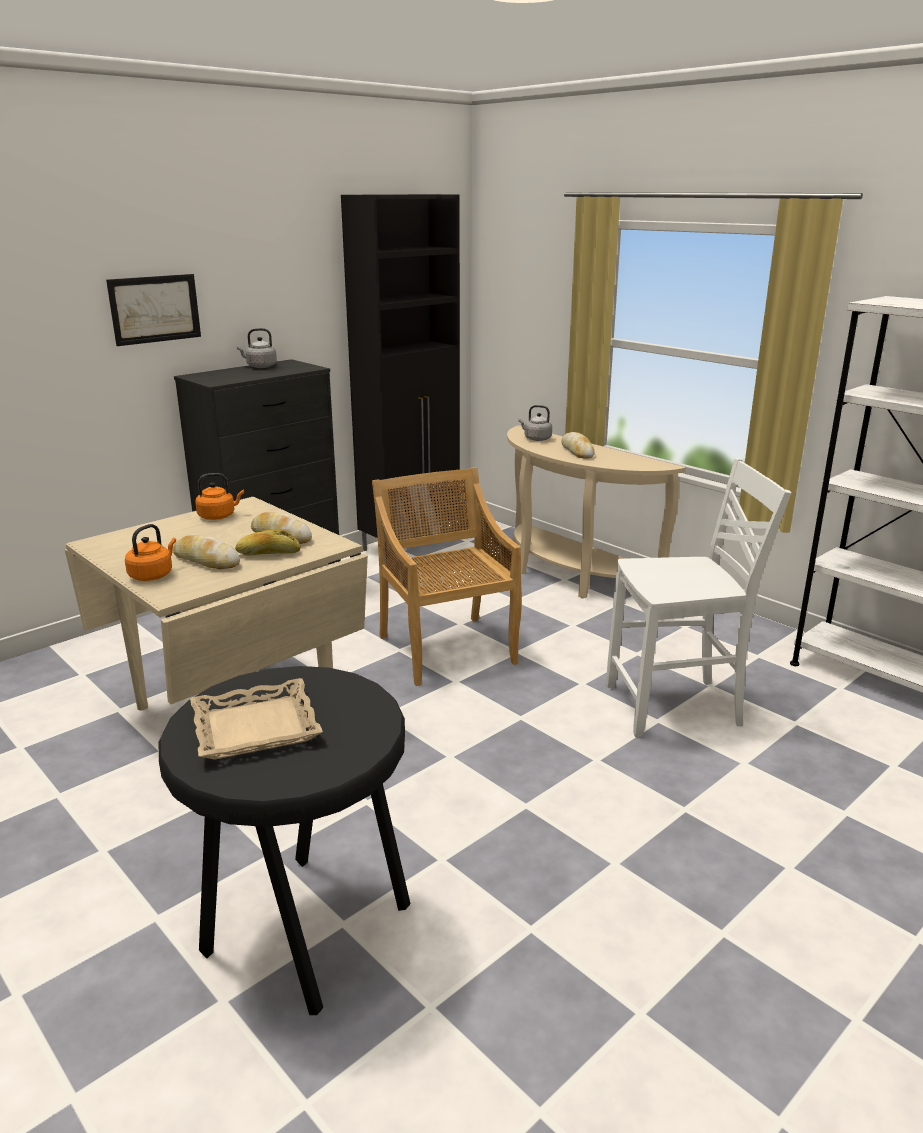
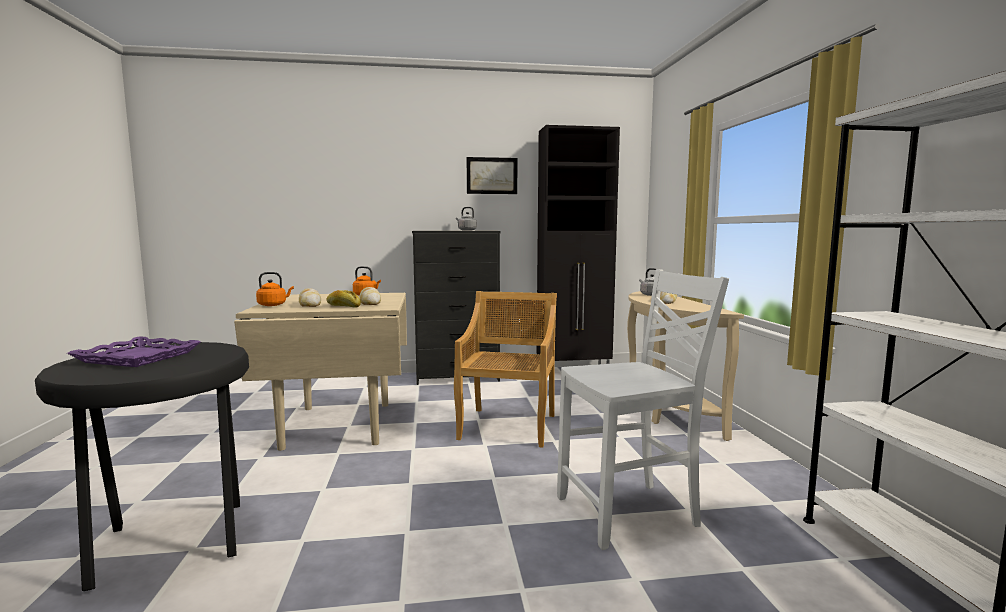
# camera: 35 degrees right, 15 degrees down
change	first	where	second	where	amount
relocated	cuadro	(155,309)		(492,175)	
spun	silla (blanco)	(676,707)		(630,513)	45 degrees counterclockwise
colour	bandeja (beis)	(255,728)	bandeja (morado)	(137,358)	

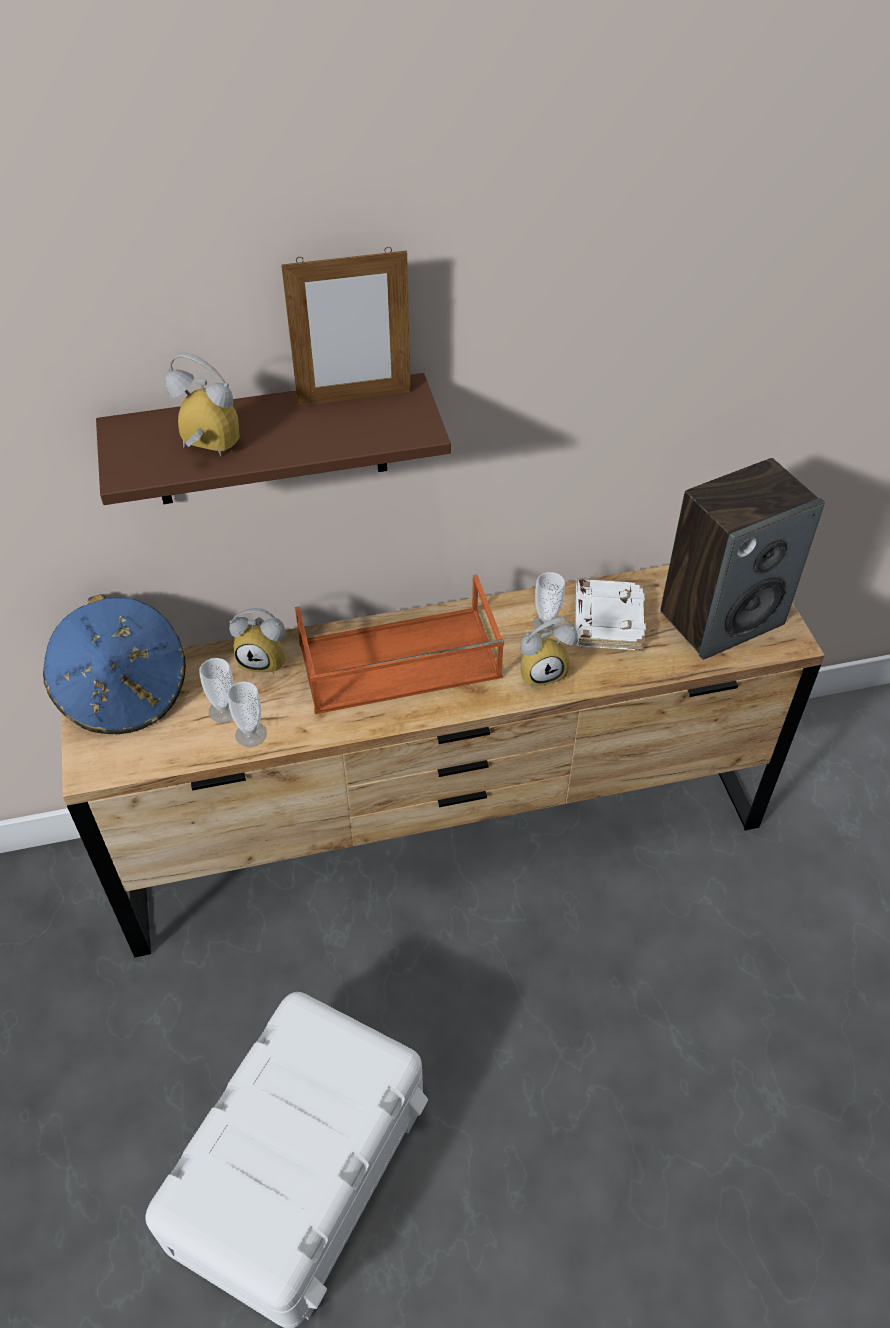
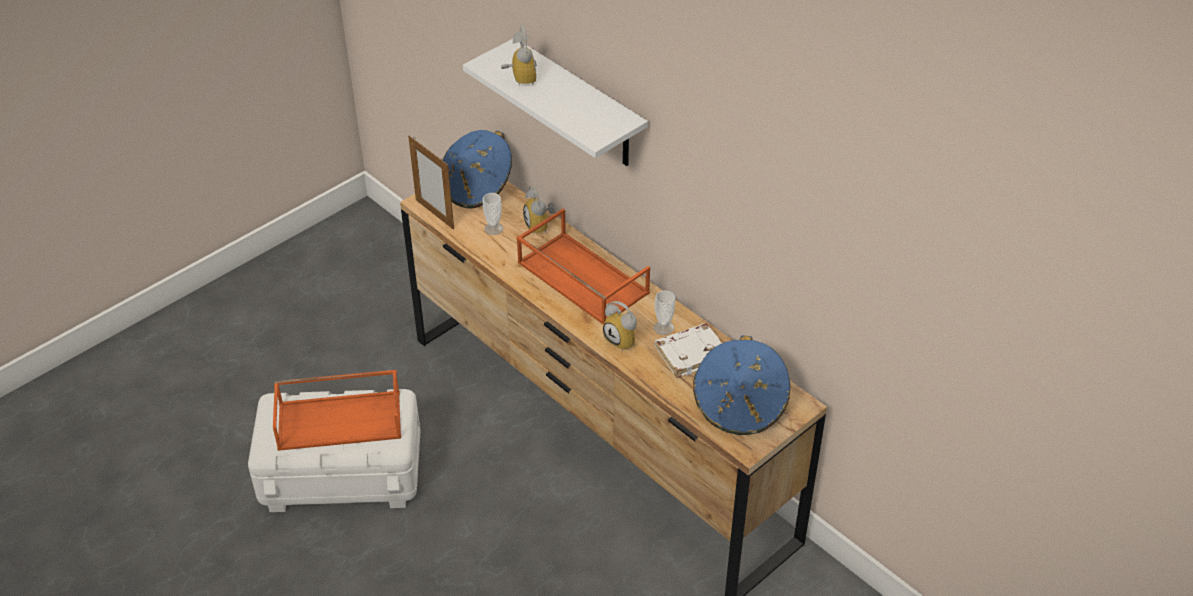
# camera: 60 degrees right, 5 degrees down
change	first	where	second	where	amount
relocated	portarretratos	(354,398)		(434,214)	
colour	estante (marrón)	(270,441)	estante (blanco)	(579,105)	
exchanged	altavoz	(722,617)	sombrero (azul)	(740,406)	
missing	taza	(251,734)			
appeared			bandeja (naranja)	(341,419)	

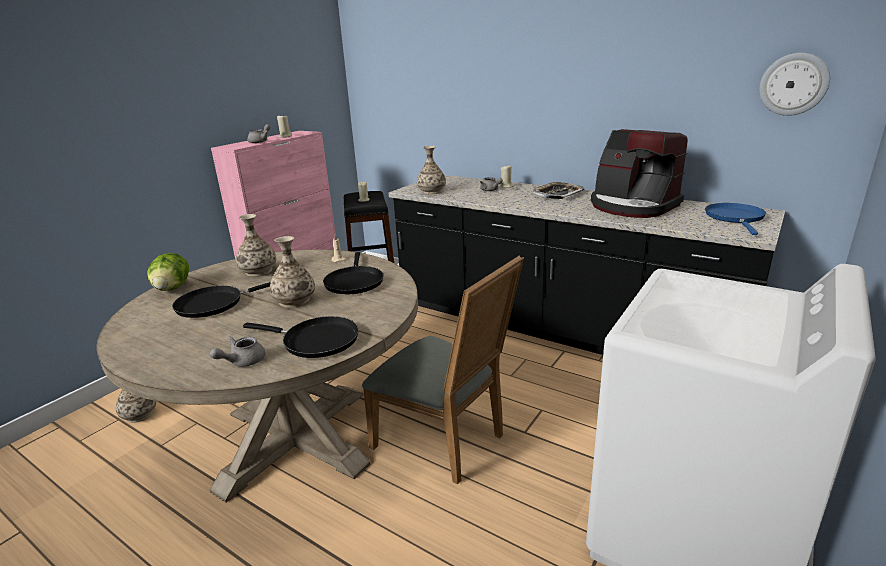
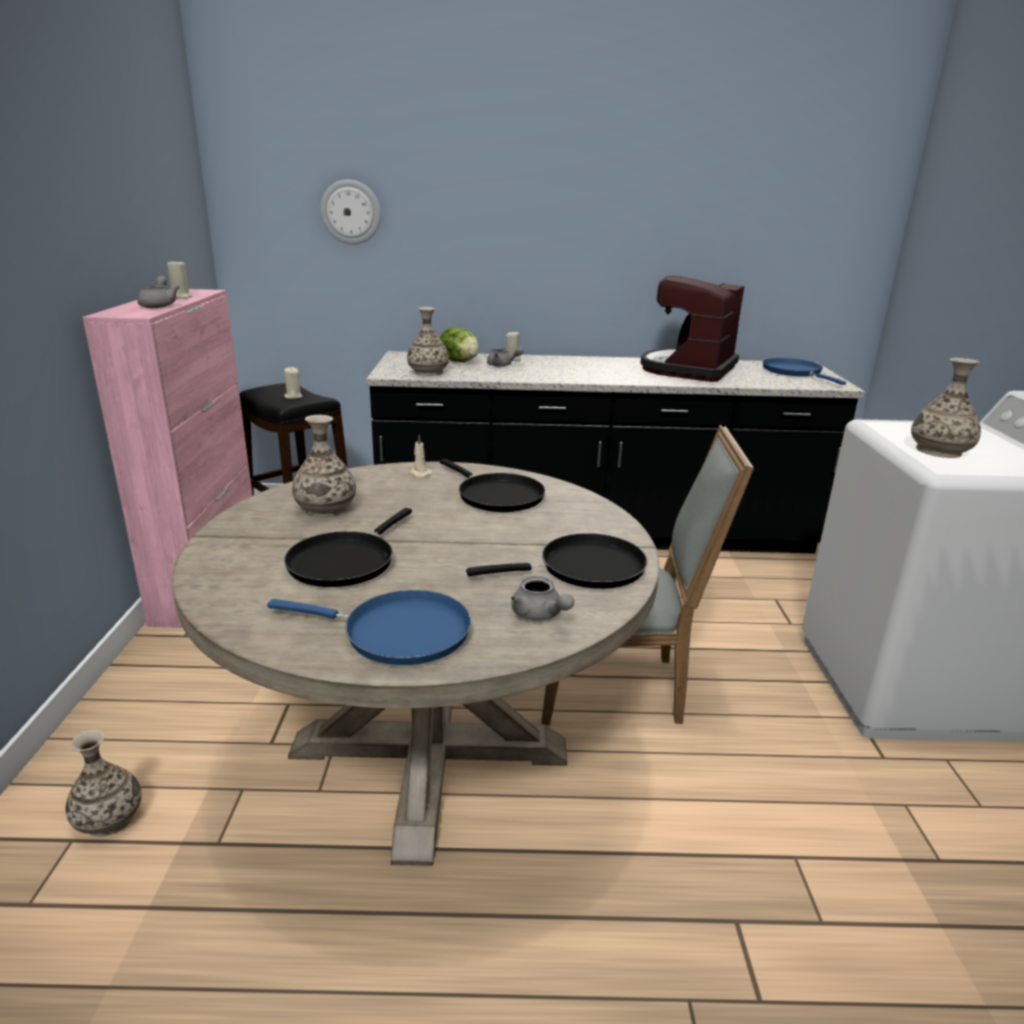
# camera: 35 degrees left, 0 degrees up
change	first	where	second	where	amount
relocated	reloj de pared	(793,84)		(351,212)	
spun	cafetera	(632,206)		(688,369)	105 degrees clockwise
missing	bandeja	(558,194)			
relocated	florero	(295,301)		(939,451)	
relocated	lechuga	(172,288)		(459,362)	
spun	tetera (gris)	(242,361)		(540,615)	45 degrees counterclockwise
appeared			sartén (azul)	(398,633)	

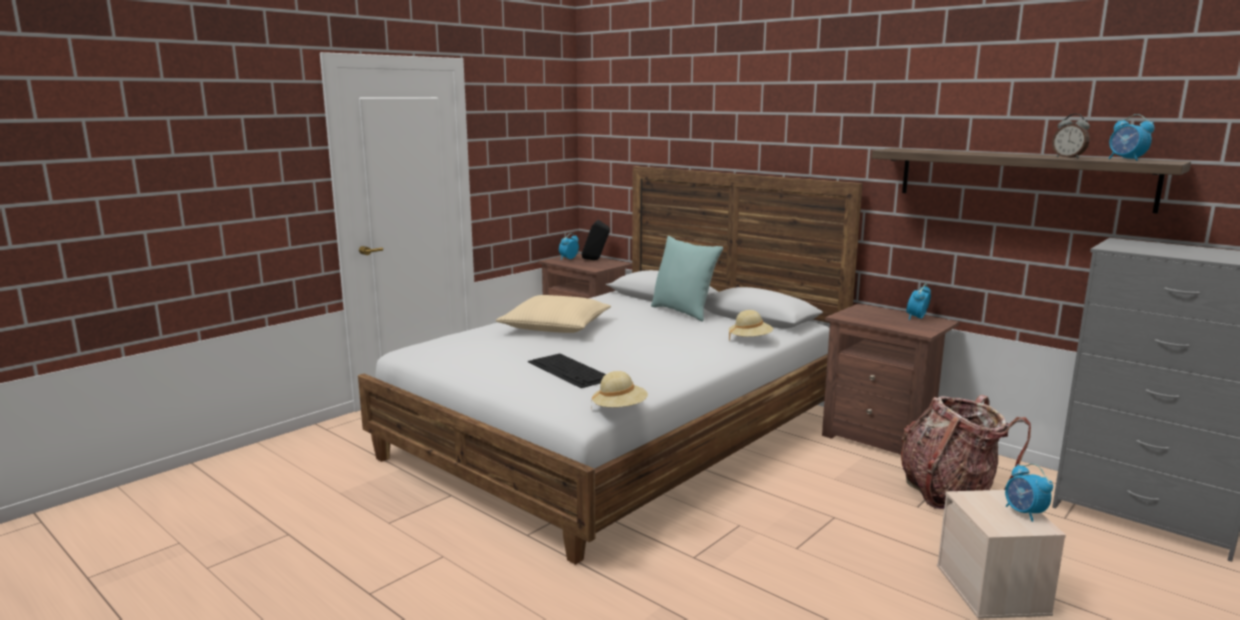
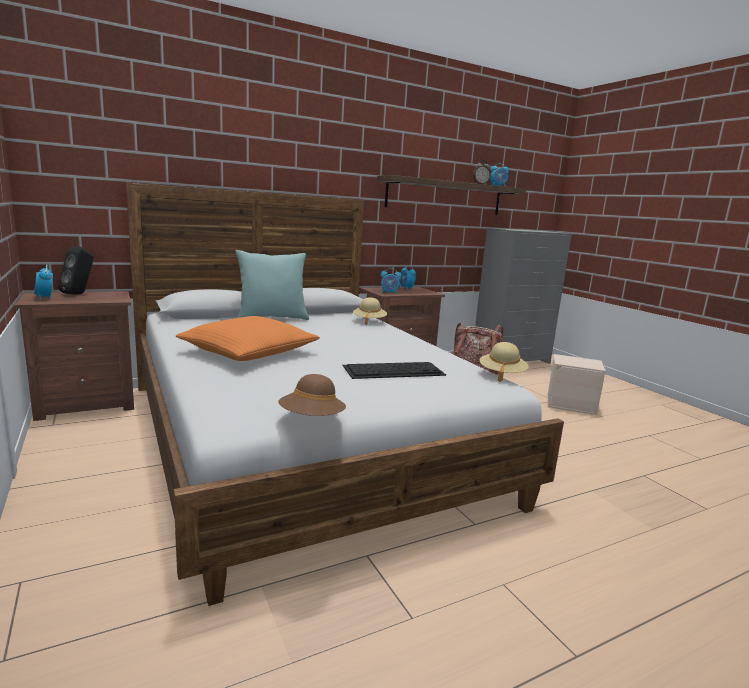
# camera: 70 degrees left, 0 degrees up
change	first	where	second	where	amount
colour	cojín (beis)	(555,326)	cojín (naranja)	(248,352)	
relocated	despertador	(1024,513)		(389,293)	
appeared			sombrero (marrón)	(312,419)	

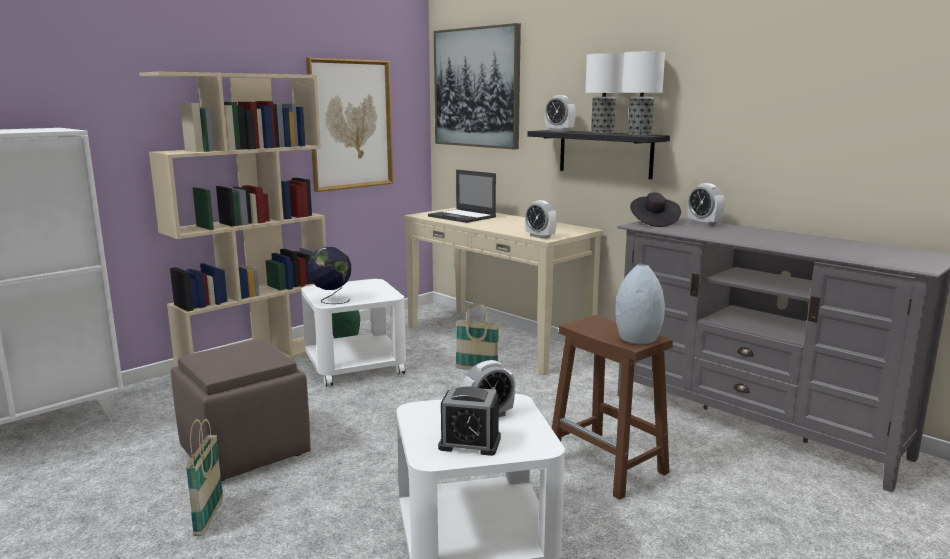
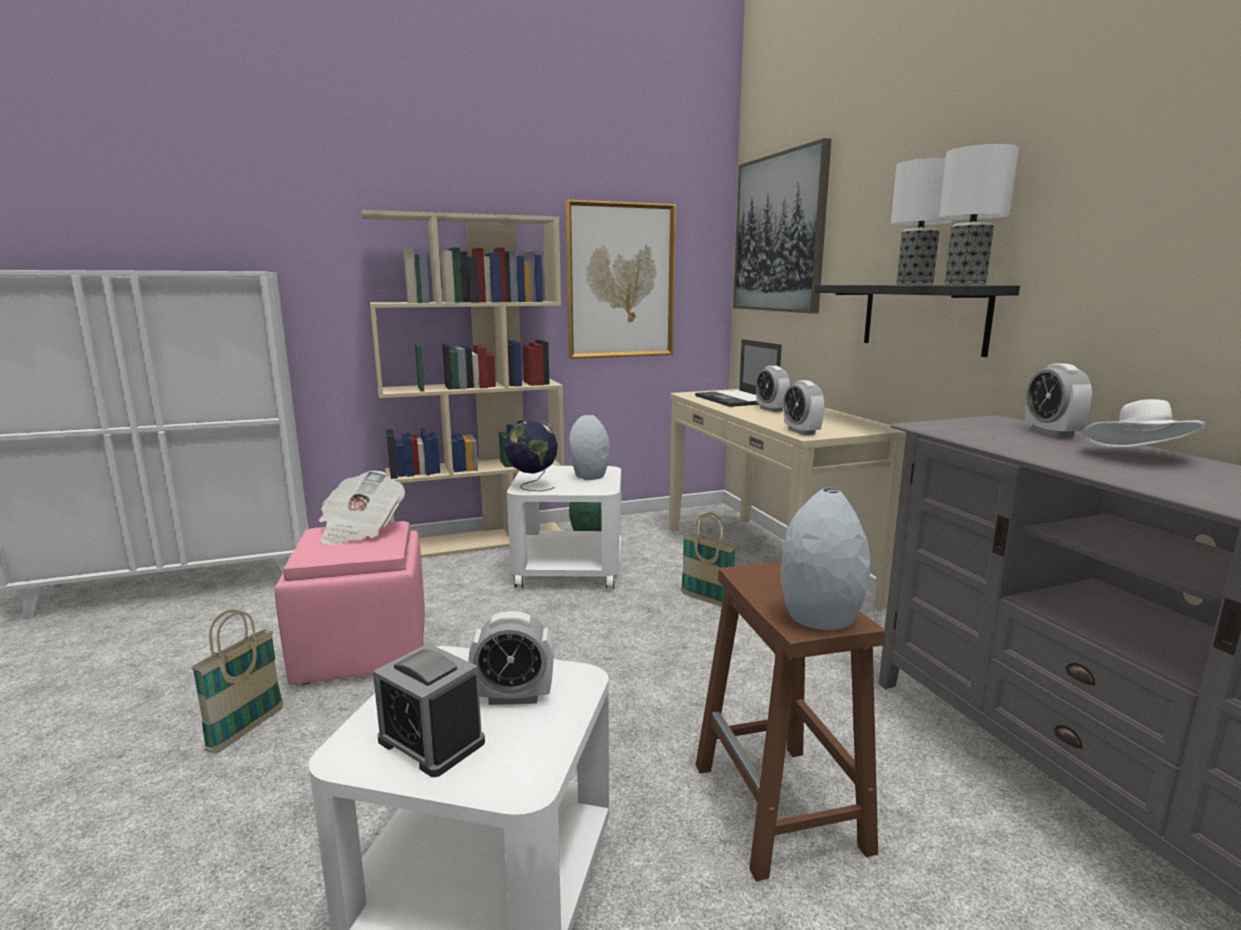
# camera: 25 degrees right, 0 degrees up
change	first	where	second	where	amount
relocated	despertador	(559,131)		(771,409)	
missing	sombrero (negro)	(653,222)			
colour	puf (marrón)	(245,450)	puf (rosa)	(364,649)	
appeared			sombrero (blanco)	(1139,457)	
appeared			florero (gris)	(589,477)	
appeared			periódico	(360,529)	

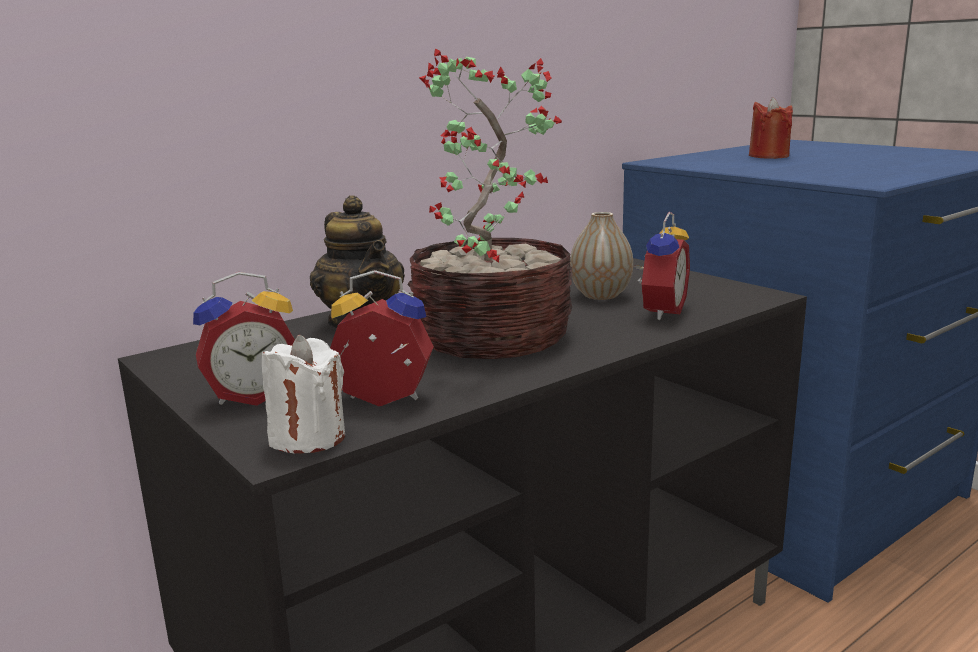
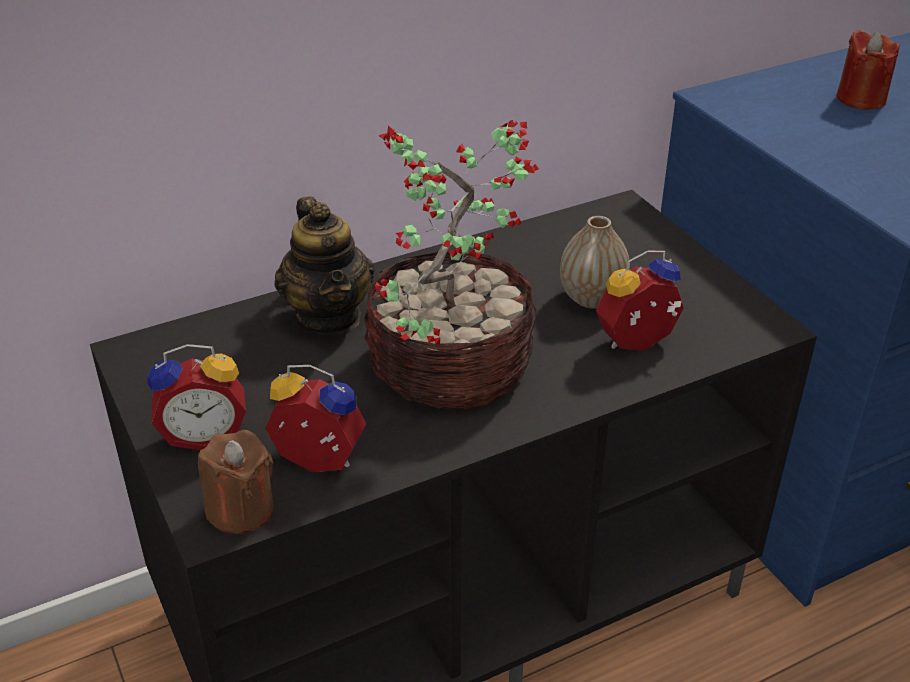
# camera: 10 degrees right, 20 degrees up
change	first	where	second	where	amount
spun	despertador	(659,312)		(639,345)	150 degrees counterclockwise
colour	vela (blanco)	(308,438)	vela (marrón)	(241,510)	

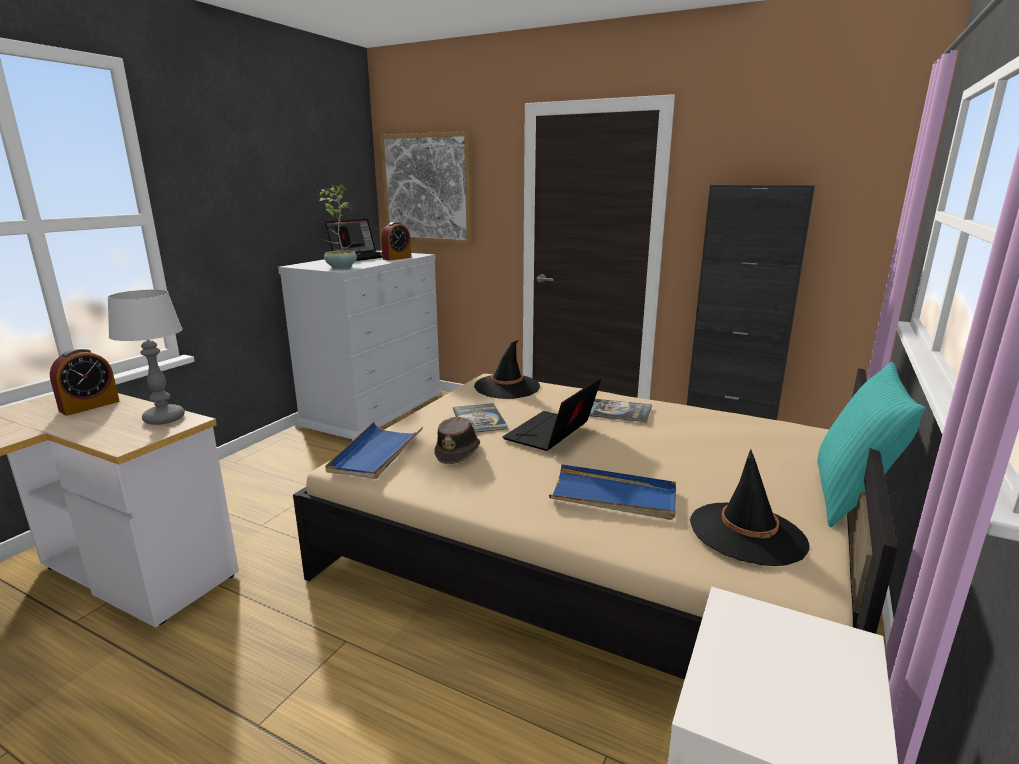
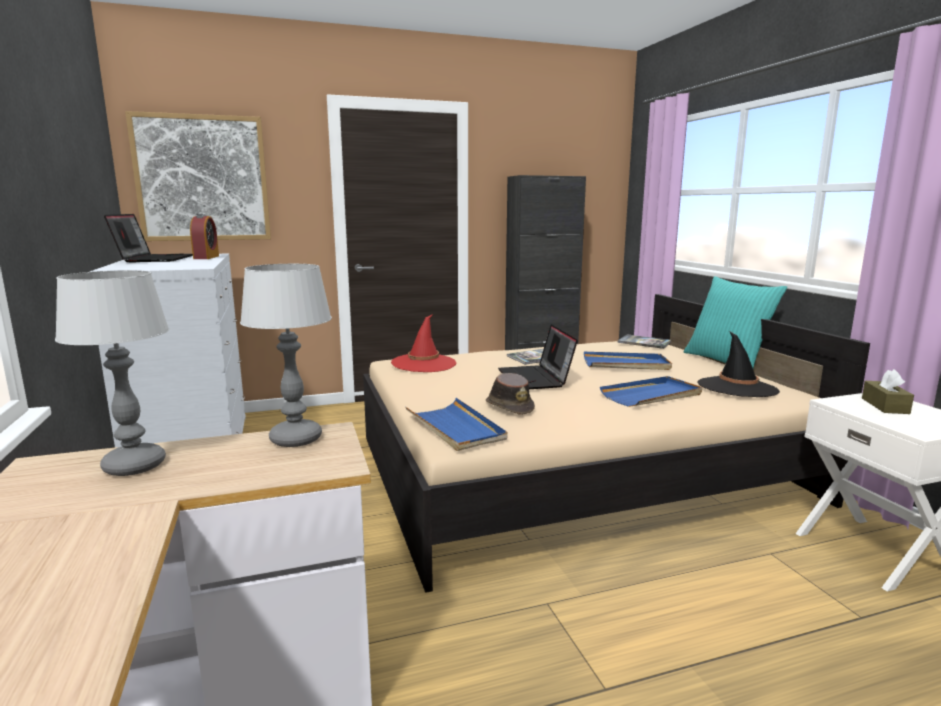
# camera: 45 degrees left, 5 degrees down
change	first	where	second	where	amount
missing	planta en maceta	(340,267)			
colour	sombrero (negro)	(507,387)	sombrero (rojo)	(424,363)	
exchanged	despertador	(89,406)	lámpara de mesa	(134,465)	
relocated	libro	(479,419)		(644,342)	
appeared			bandeja (azul)	(626,364)	
appeared			caja de pañuelos (marrón)	(885,406)	

